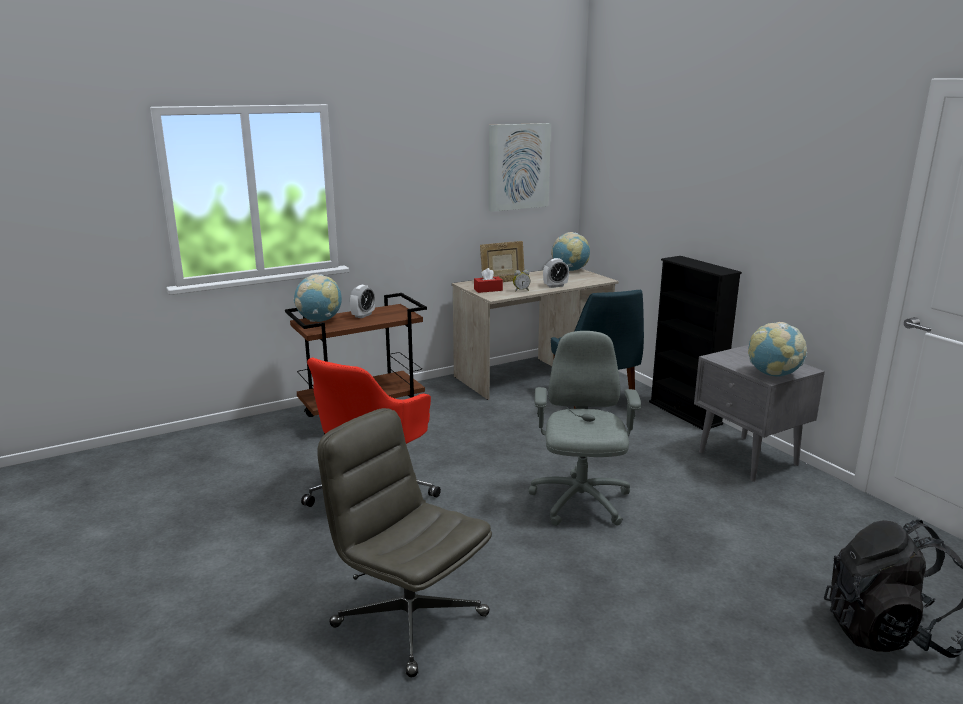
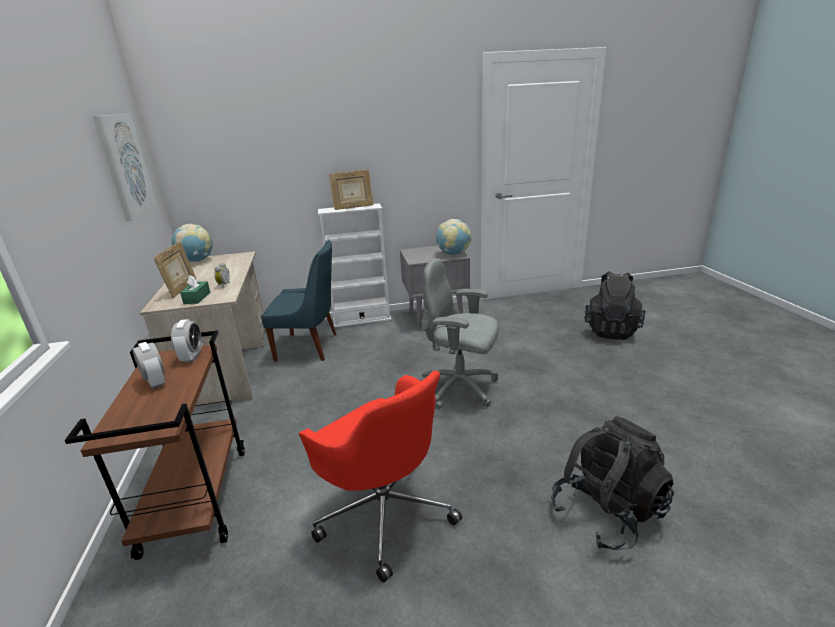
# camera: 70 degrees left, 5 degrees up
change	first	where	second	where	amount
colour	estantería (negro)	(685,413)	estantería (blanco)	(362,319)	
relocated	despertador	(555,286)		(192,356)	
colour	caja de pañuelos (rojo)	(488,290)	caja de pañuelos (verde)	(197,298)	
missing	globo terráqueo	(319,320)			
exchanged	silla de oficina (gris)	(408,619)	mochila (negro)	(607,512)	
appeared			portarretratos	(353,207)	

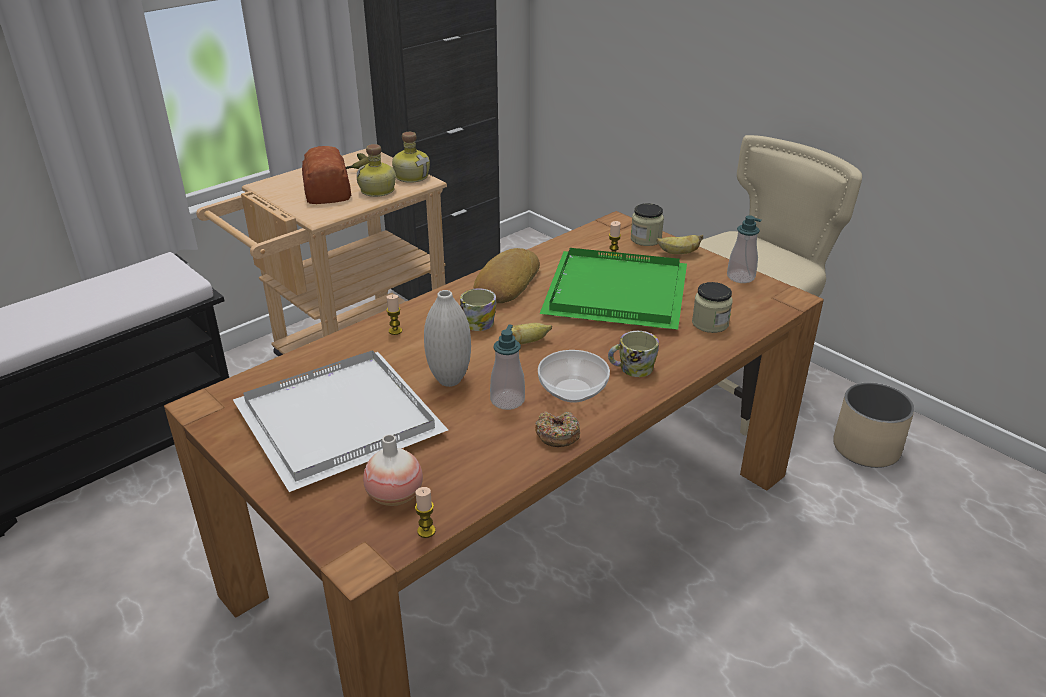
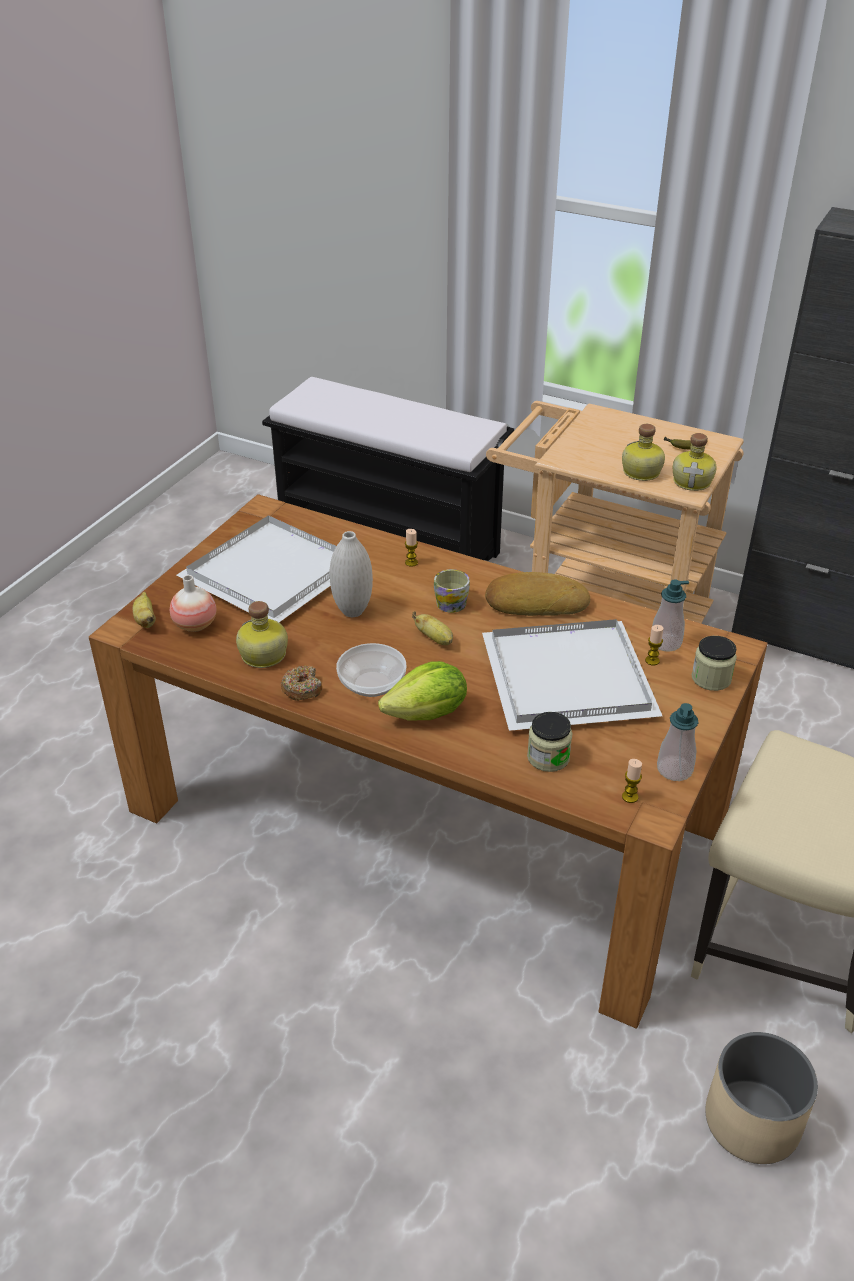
# camera: 70 degrees right, 5 degrees up
change	first	where	second	where	amount
missing	pan	(328,190)			
relocated	plátano	(678,253)		(145,620)	
colour	bandeja (verde)	(614,291)	bandeja (blanco)	(570,676)	
relocated	dispensador de jabón	(507,400)		(665,642)	
exchanged	taza grande	(631,368)	lechuga	(428,714)	
relocated	vela	(426,531)		(630,797)	
appeared			botella	(263,656)	

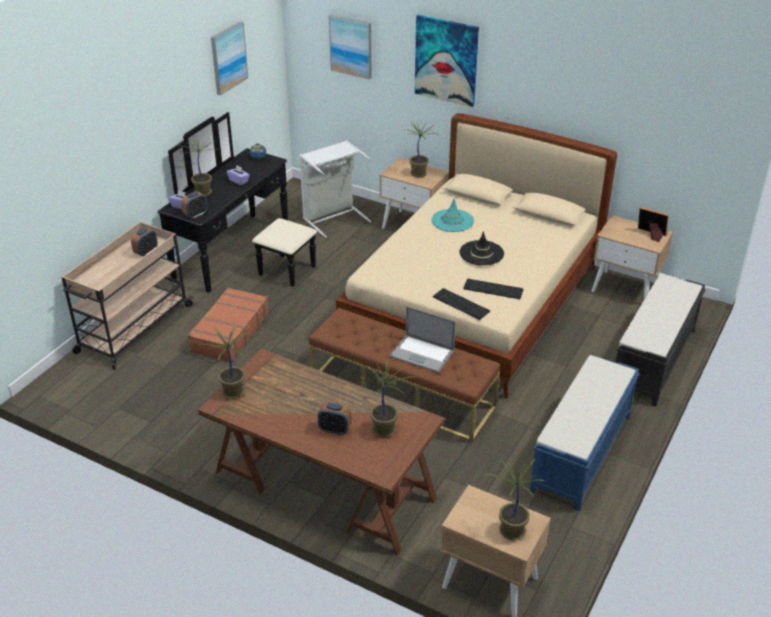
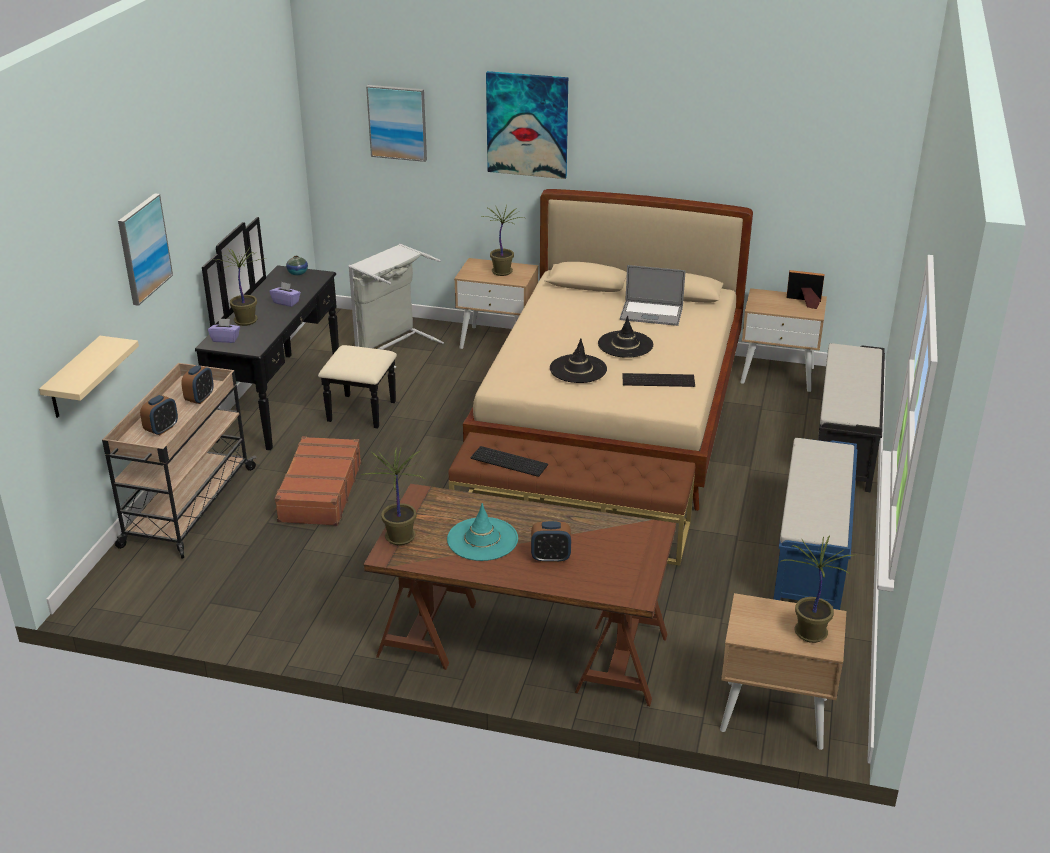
# camera: 15 degrees left, 5 degrees down
change	first	where	second	where	amount
relocated	cuadro	(228,57)		(143,248)	
relocated	despertador	(195,215)		(162,429)	
relocated	sombrero (turquesa)	(452,221)		(482,539)	
relocated	teclado	(462,304)		(510,461)	
relocated	portátil	(422,354)		(651,313)	
missing	planta en maceta	(385,430)			
appeared			estante (beis)	(74,379)	
appeared			sombrero (negro)	(578,369)	

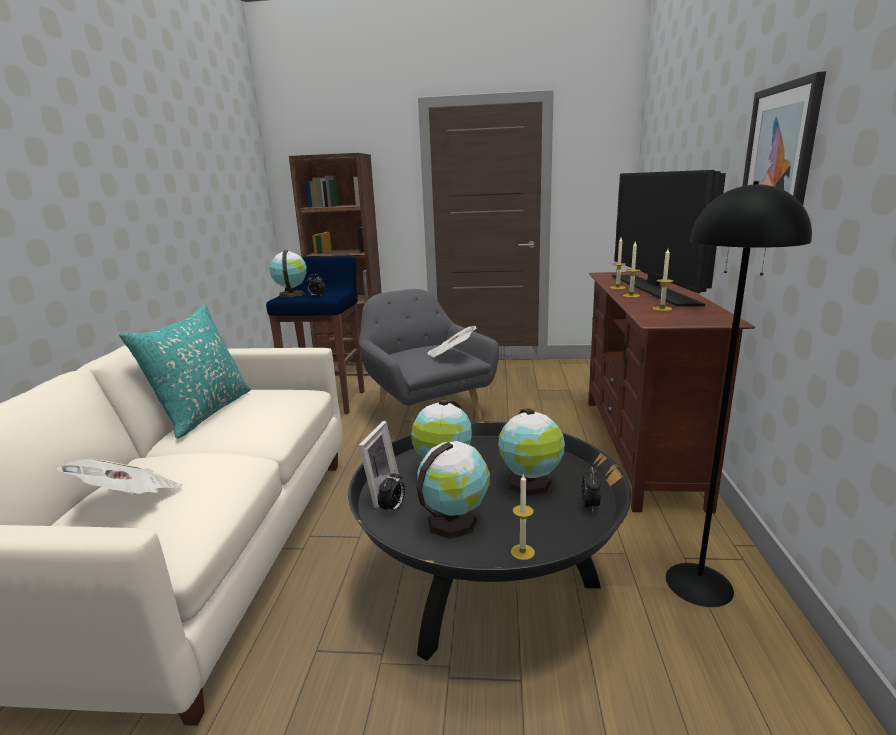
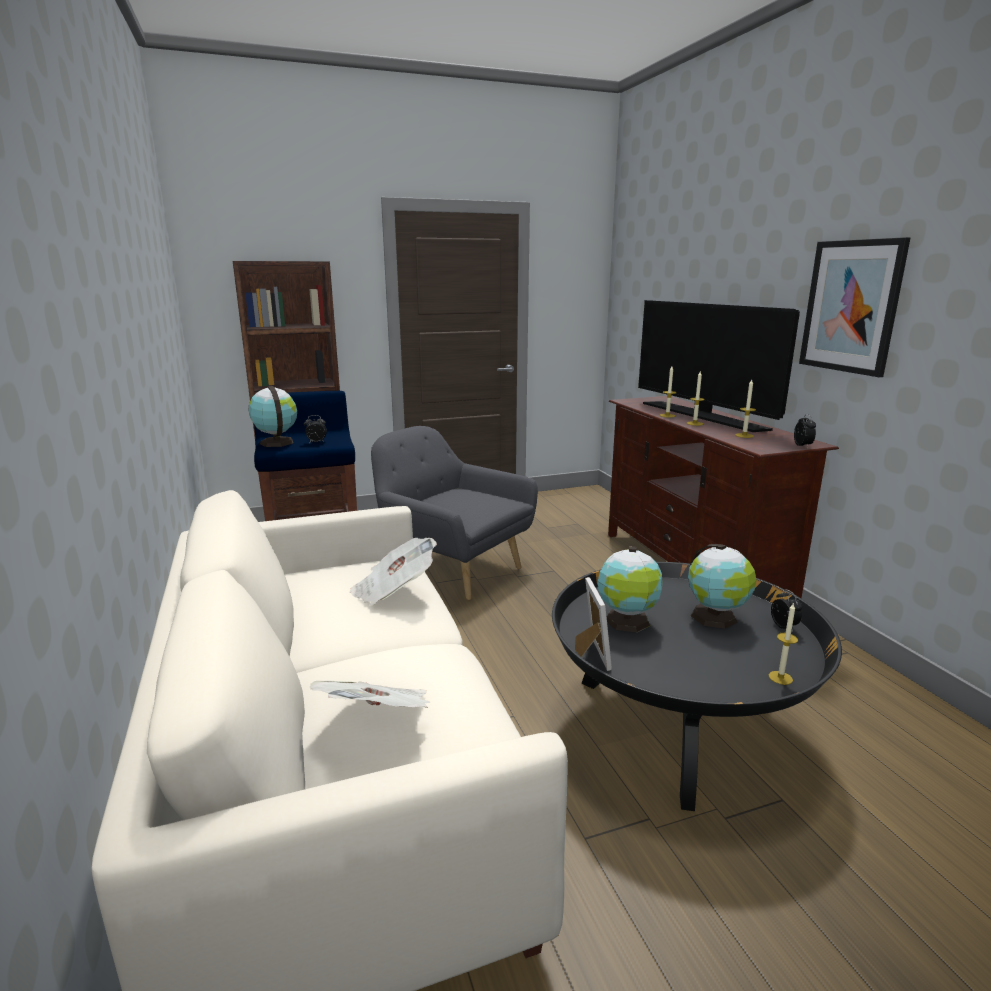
# camera: 25 degrees left, 0 degrees up
change	first	where	second	where	amount
missing	lámpara de pie (negro)	(699,583)			
missing	cojín (turquesa)	(203,412)			
relocated	periódico	(451,354)		(394,591)	
missing	globo terráqueo	(454,521)			
relocated	despertador	(393,509)		(803,446)	

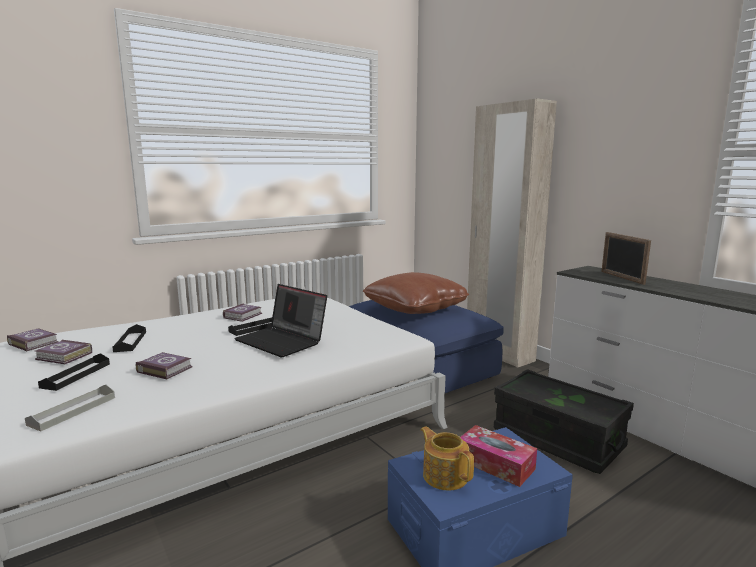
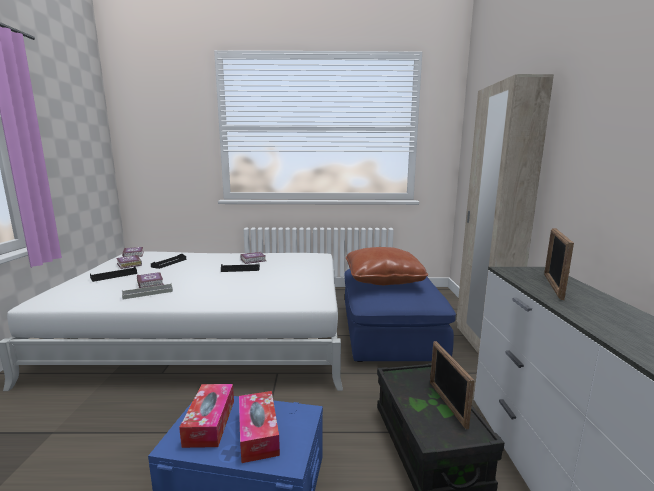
# camera: 35 degrees right, 0 degrees up
change	first	where	second	where	amount
missing	portátil	(283,341)			
relocated	bandeja (gris)	(73,411)		(148,293)	
exchanged	tetera	(445,475)	caja de pañuelos	(210,422)	
appeared			portarretratos	(447,404)	

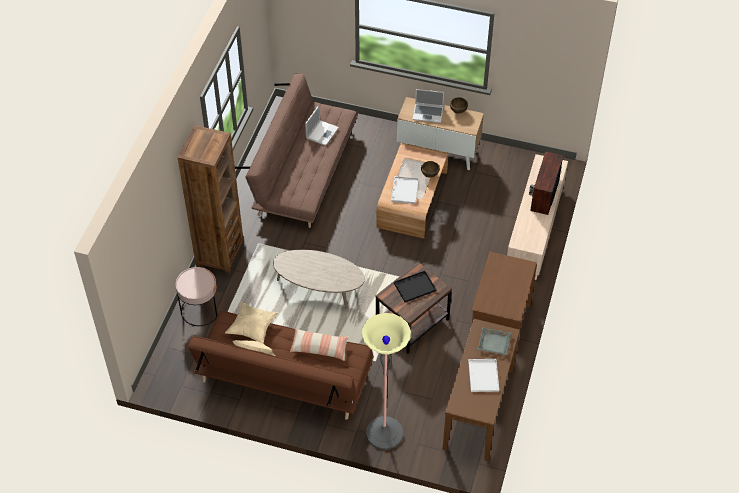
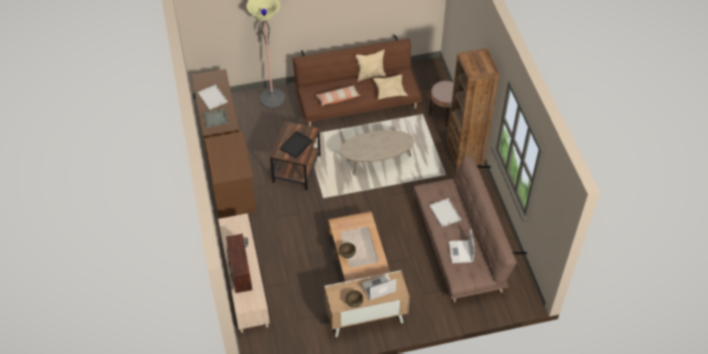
# camera: 150 degrees right, 0 degrees up
change	first	where	second	where	amount
relocated	bandeja (blanco)	(405,191)		(444,212)	

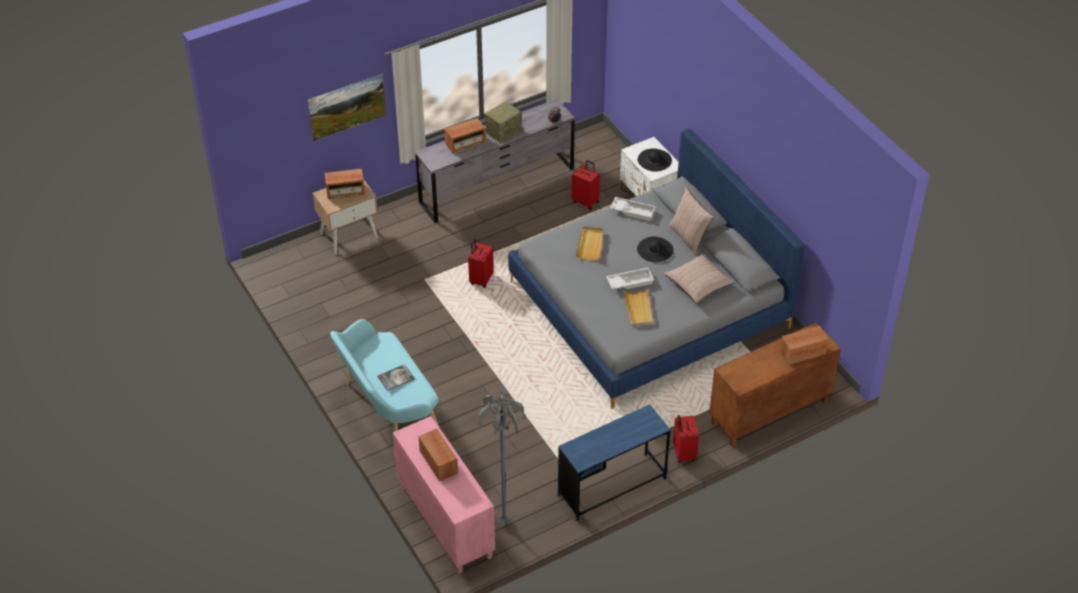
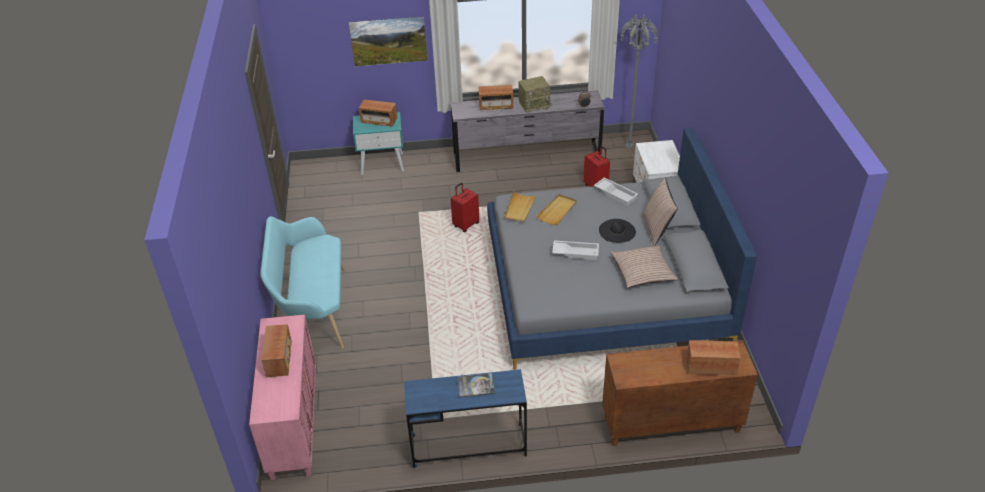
# camera: 25 degrees right, 5 degrees down
change	first	where	second	where	amount
missing	sombrero (negro)	(654,160)			
colour	mesita de noche (beis)	(349,235)	mesita de noche (turquesa)	(382,163)	
relocated	bandeja (beis)	(638,309)		(519,208)	
relocated	libro	(396,378)		(475,386)	
relocated	lámpara de pie (gris)	(504,524)		(629,149)	
missing	maleta (rojo)	(683,453)			

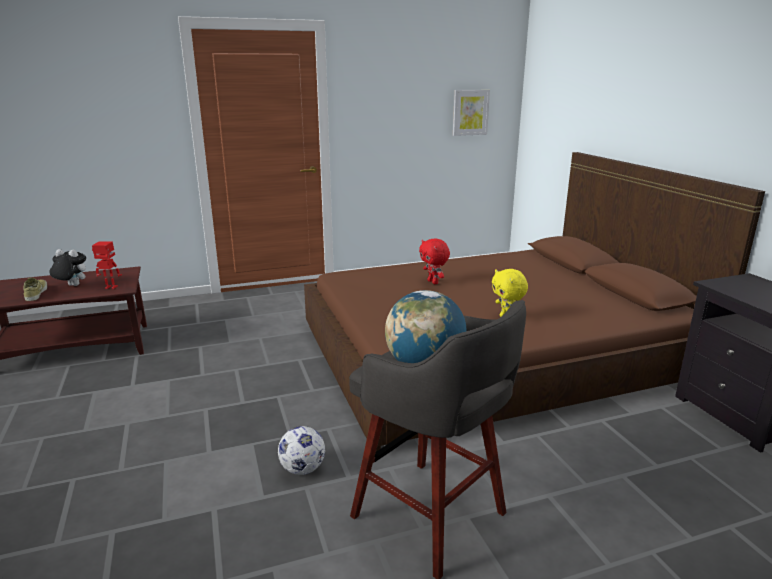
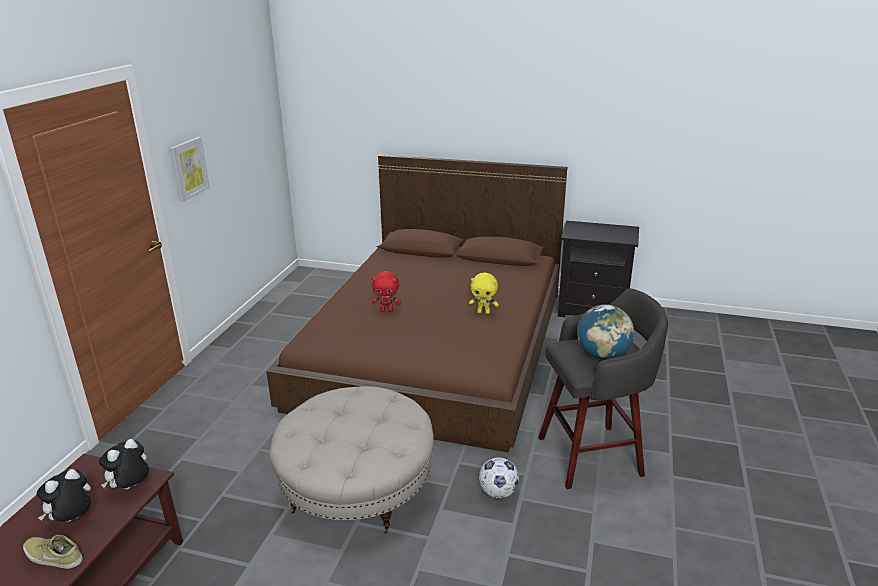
# camera: 55 degrees left, 5 degrees up
change	first	where	second	where	amount
relocated	cuadro	(470,112)		(189,168)	
exchanged	robot de juguete	(110,287)	peluche	(131,488)	
appeared			puf (beis)	(357,487)	

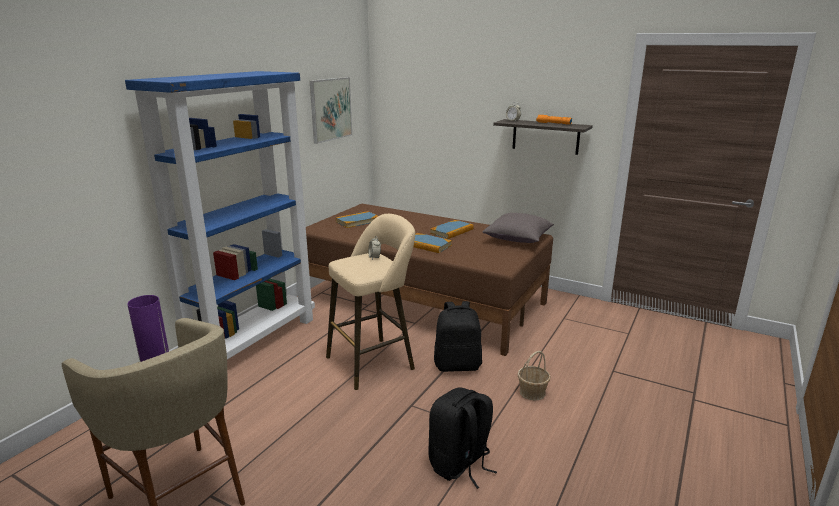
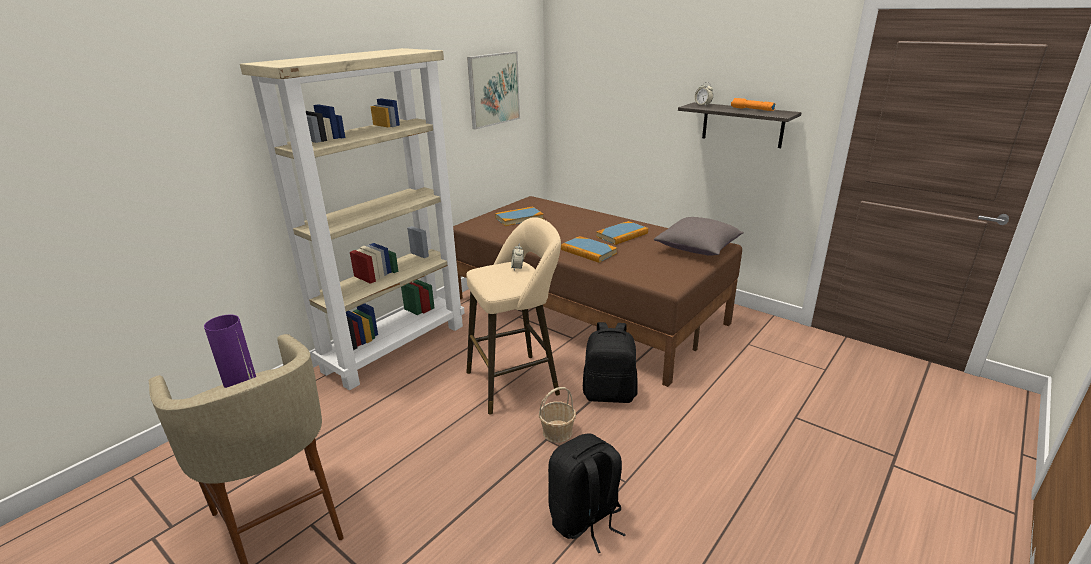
# camera: 10 degrees right, 5 degrees up
change	first	where	second	where	amount
colour	estantería (azul)	(254,341)	estantería (beis)	(396,347)	
relocated	cesta	(532,392)		(557,432)	

